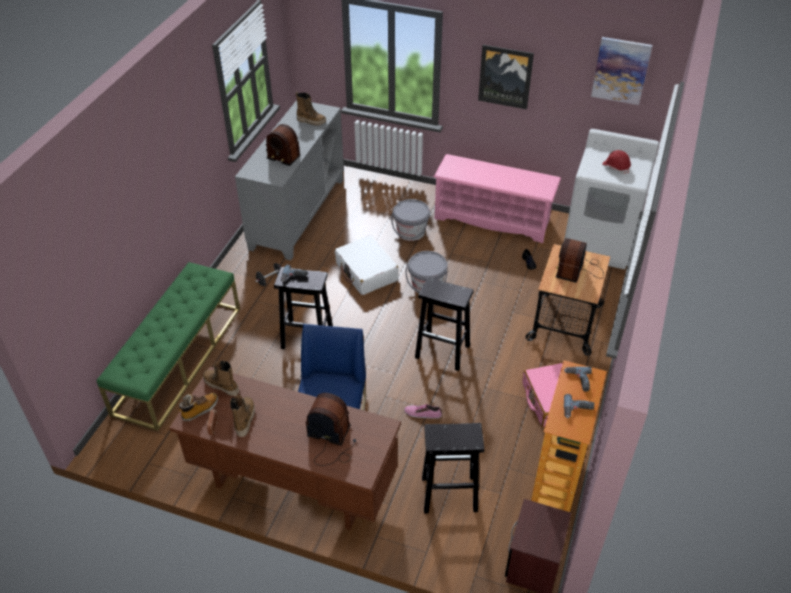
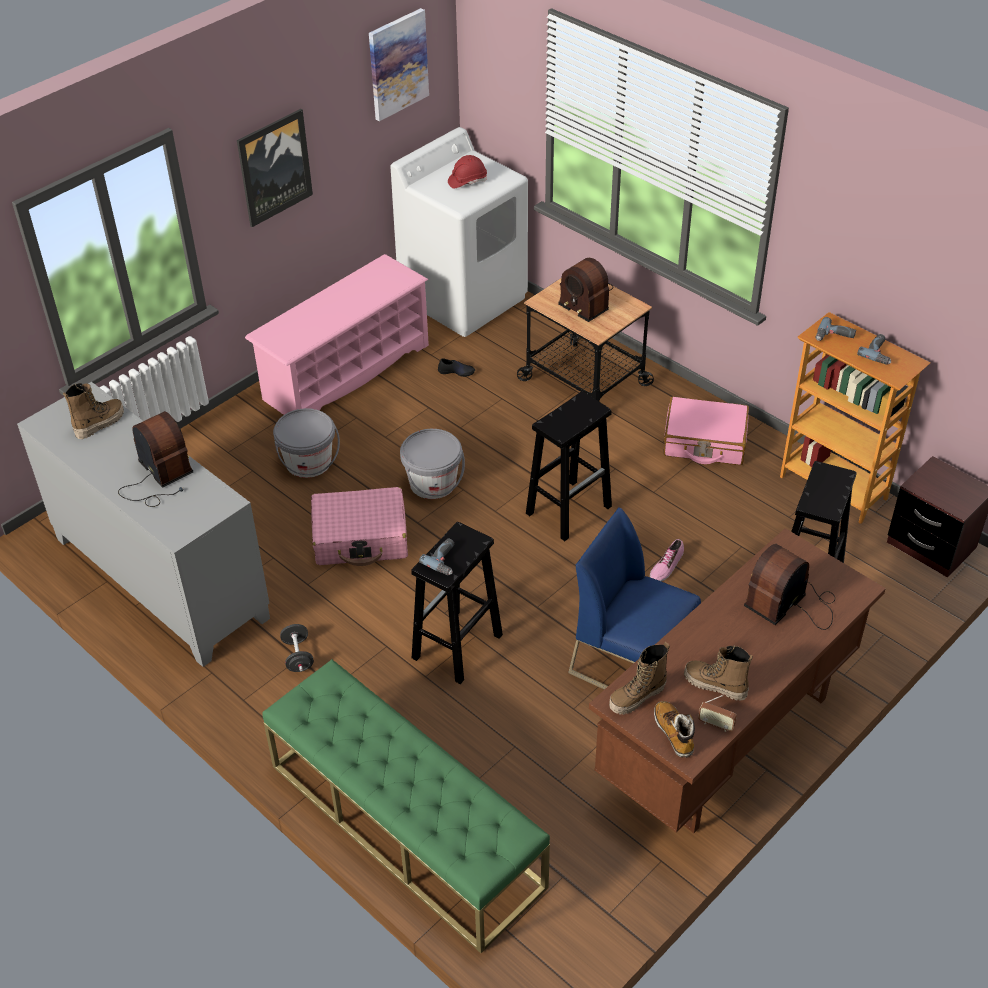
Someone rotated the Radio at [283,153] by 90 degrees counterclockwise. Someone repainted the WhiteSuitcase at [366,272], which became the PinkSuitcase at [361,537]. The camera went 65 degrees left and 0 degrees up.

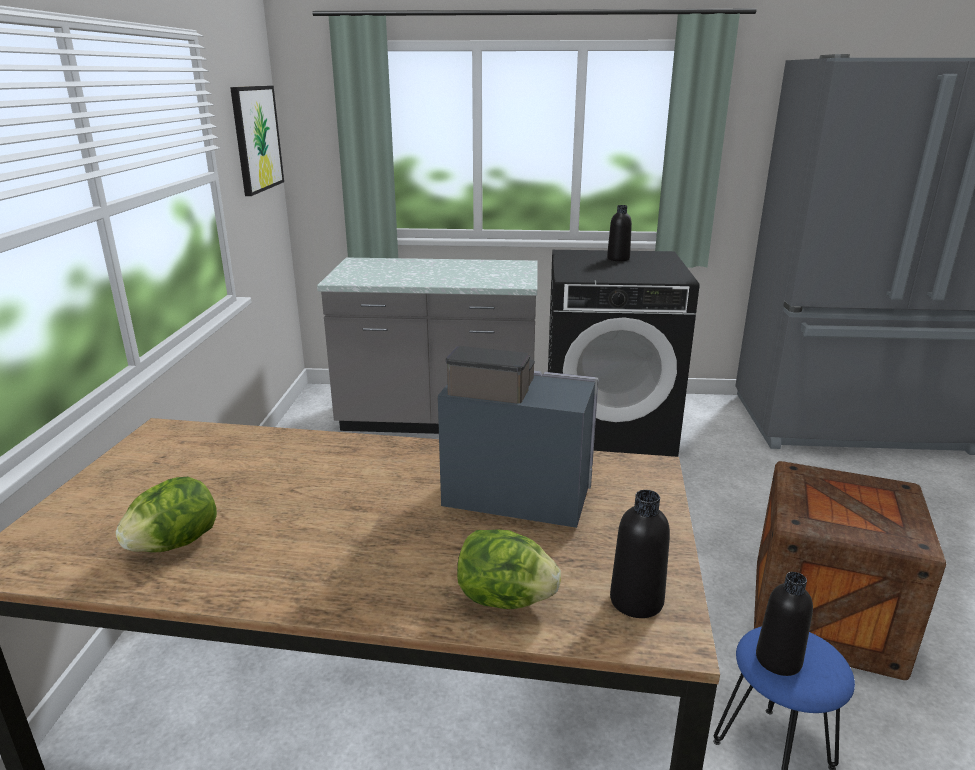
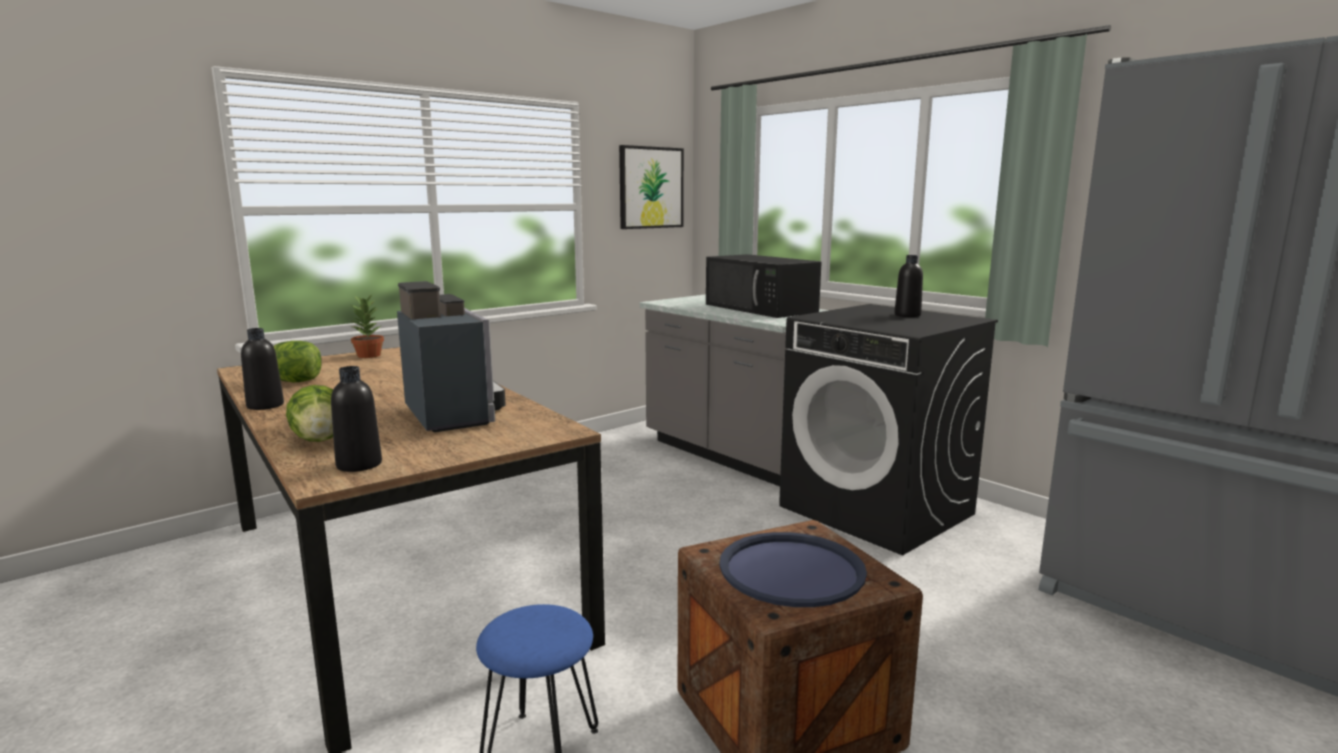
Someone carried the BlackBottle from [778,660] to [265,405]. Someone put down the BlackMicrowave at [761,308]. Someone put down the PottedPlant at [369,356]. Someone put down the BlueTray at [791,570]. The camera went 45 degrees right and 10 degrees down.

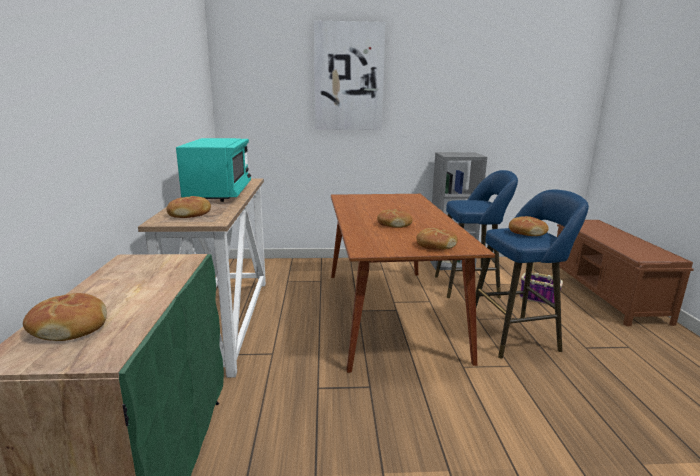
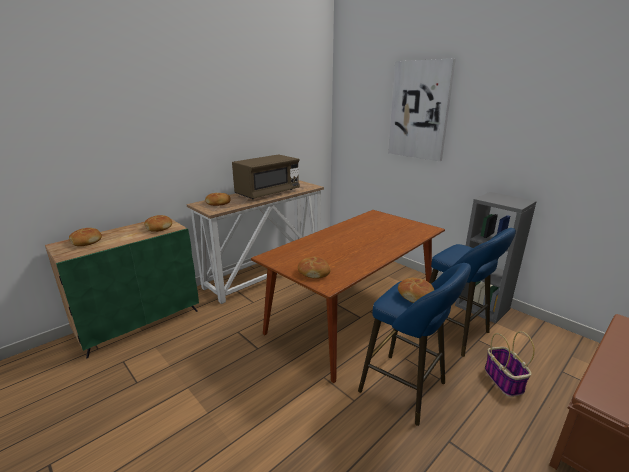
Someone repainted the TurquoiseMicrowave at [219,193], which became the BrownMicrowave at [267,193]. Someone carried the Bread from [394,224] to [159,227]. The camera went 50 degrees right and 5 degrees up.

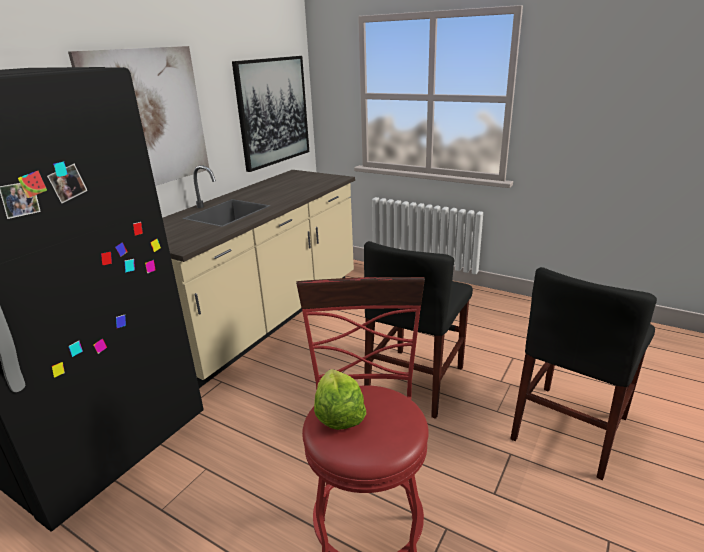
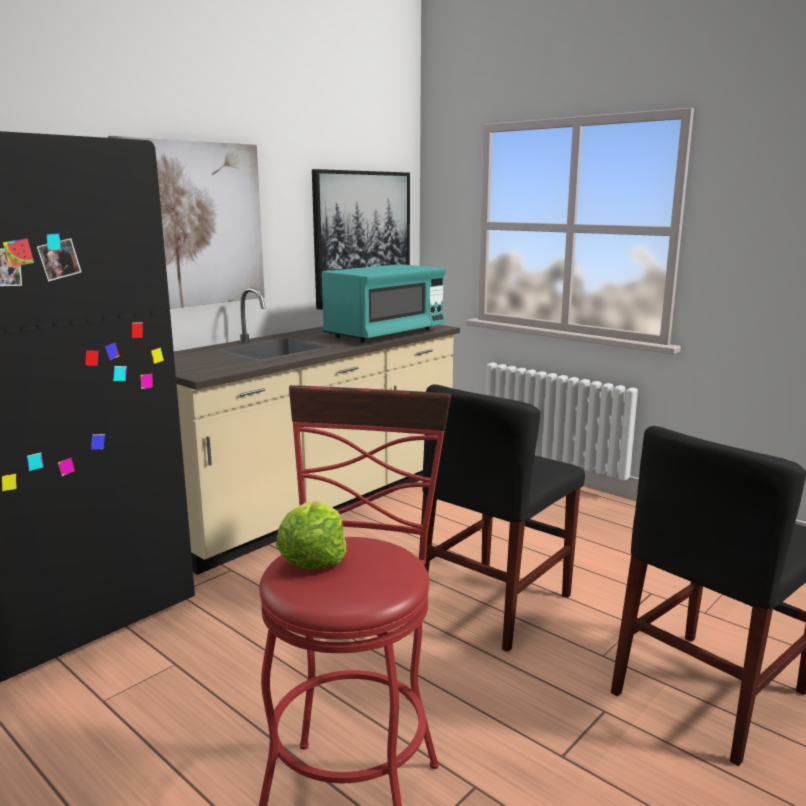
Someone put down the TurquoiseMicrowave at [385,334]. The camera went 10 degrees right and 10 degrees down.

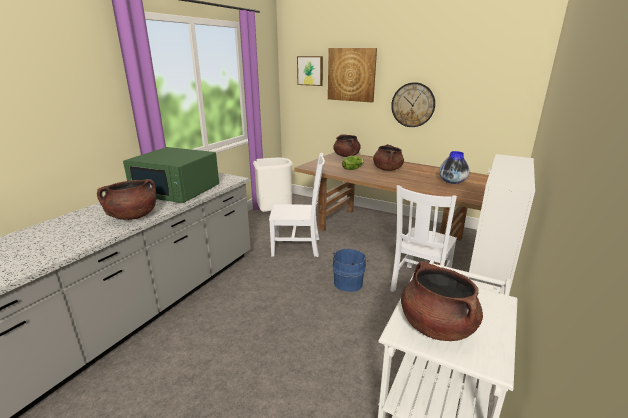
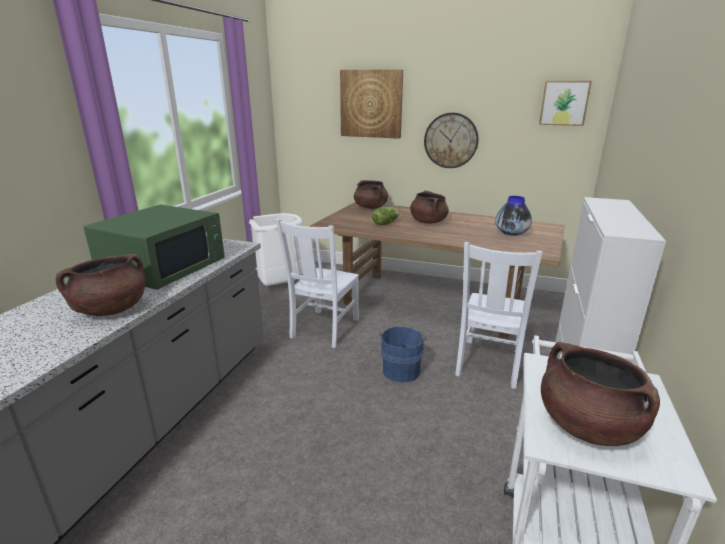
Someone carried the Picture from [310,70] to [564,103]. Someone rotated the GreenMicrowave at [177,190] by 75 degrees counterclockwise. Someone rotated the WhiteChair at [298,247] by 120 degrees clockwise. The camera went 10 degrees left and 0 degrees up.

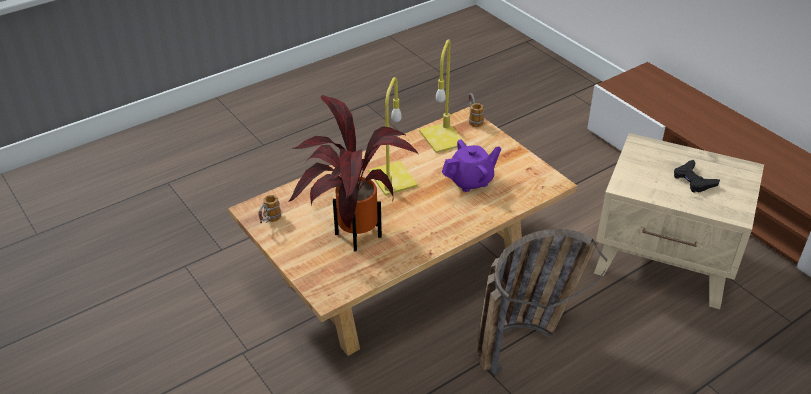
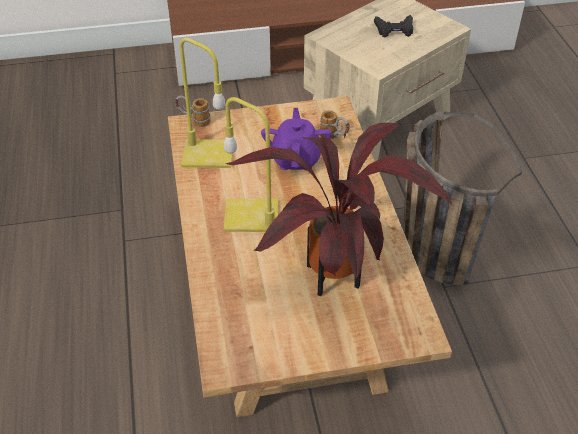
Someone carried the Mug from [269,221] to [334,138]. The camera went 65 degrees left and 5 degrees up.

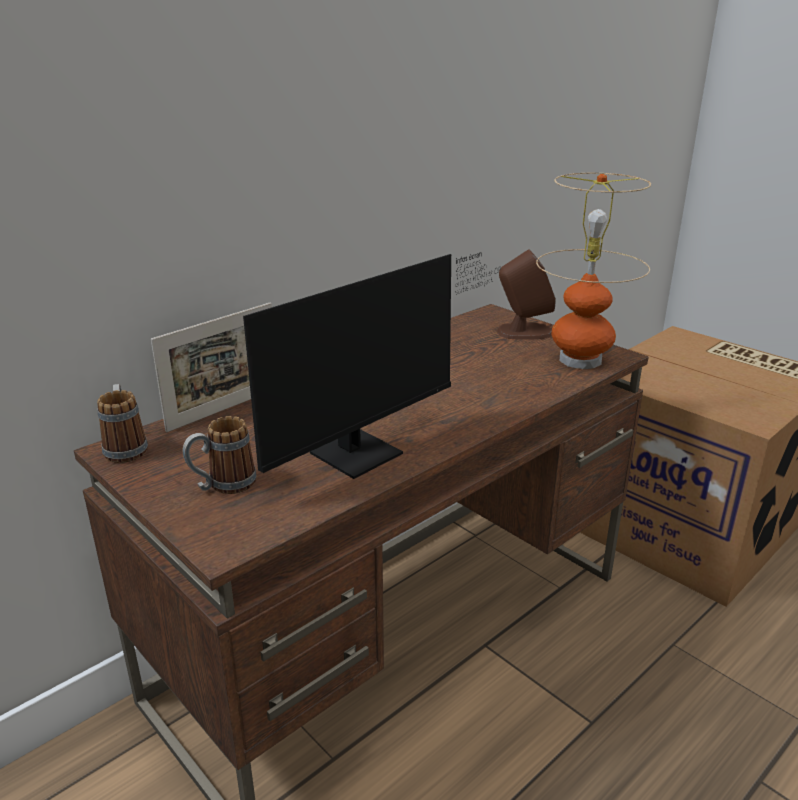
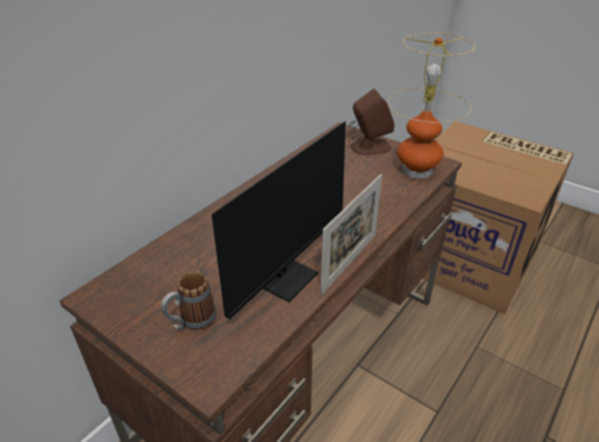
Someone carried the PictureFrame from [225,409] to [349,262]. Someone took away the Mug at [126,447]. The camera went 10 degrees left and 10 degrees up.

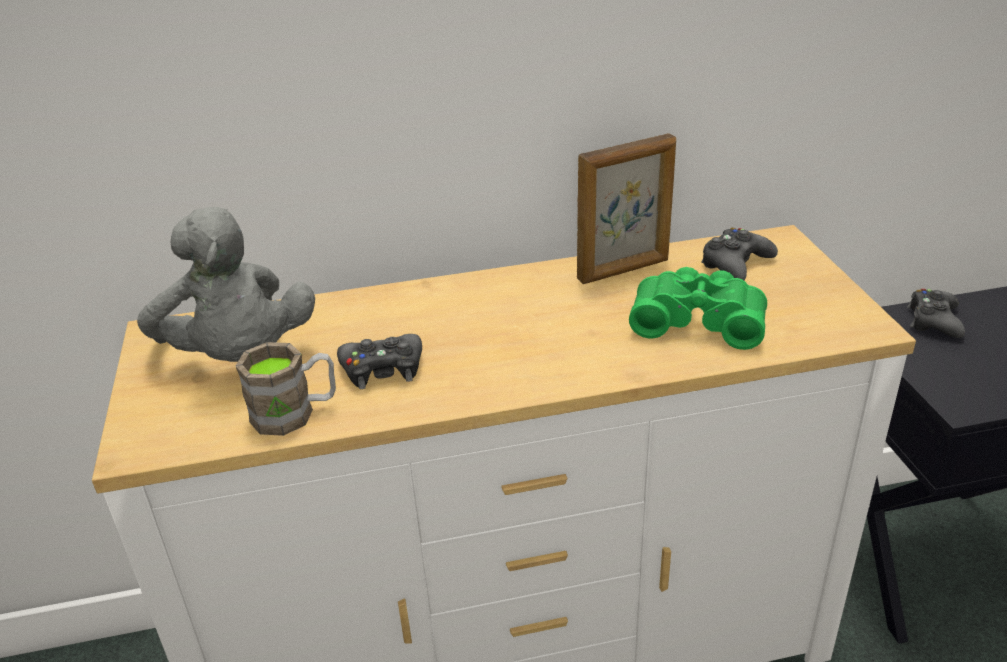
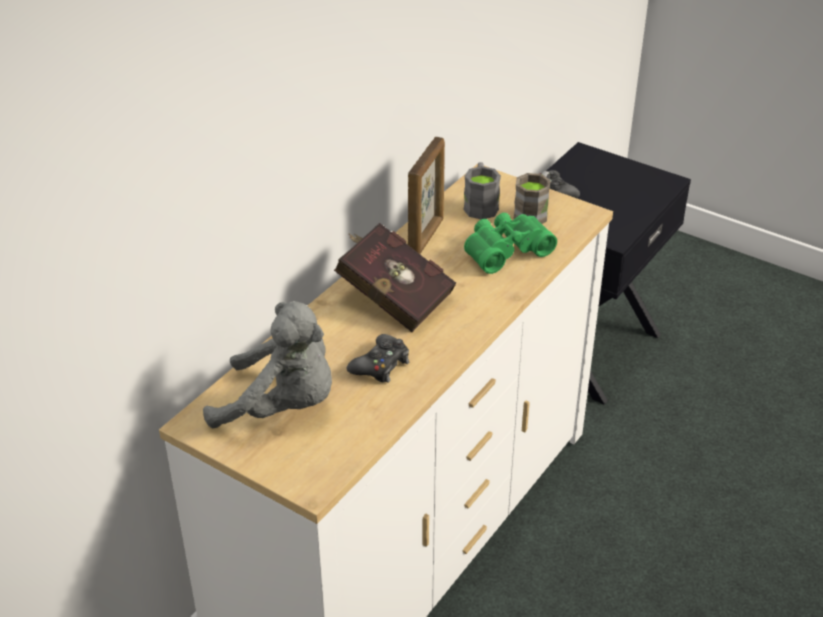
Someone swapped the BlackGameController at [735,264] for the GreyMug at [480,204]. Someone carried the BrownMug from [295,413] to [534,212]. Someone put down the RedBook at [392,297]. The camera went 45 degrees left and 5 degrees up.

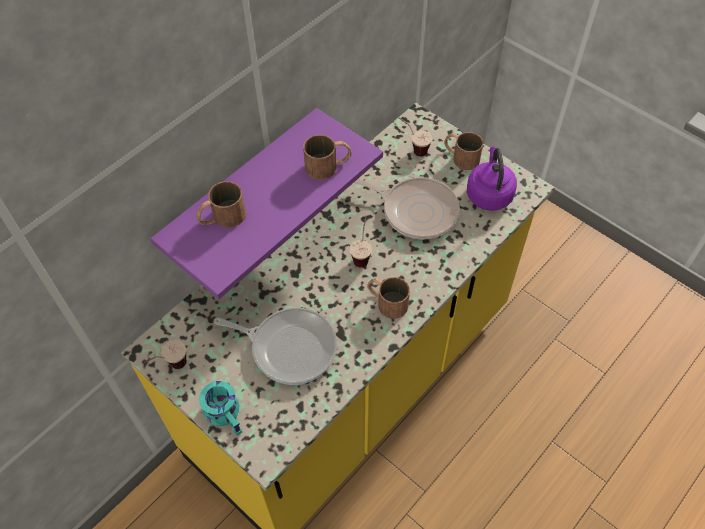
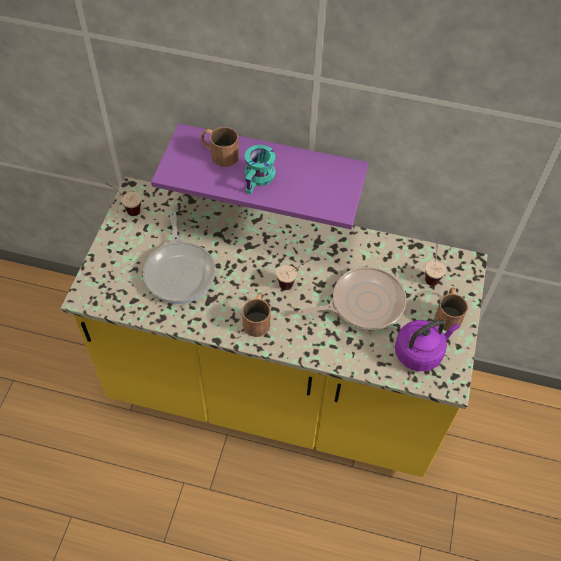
Someone took away the BrownMug at [328,165]. Someone rotated the FryingPan at [416,211] by 105 degrees counterclockwise. Someone carried the TurquoiseMug from [227,413] to [260,179]. The camera went 60 degrees right and 0 degrees up.

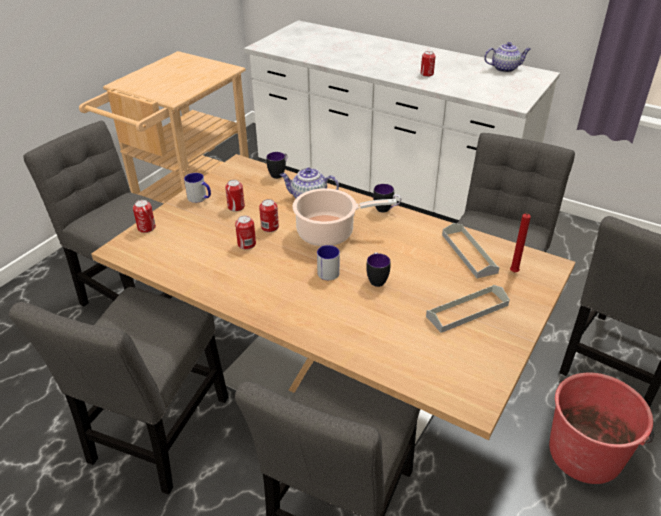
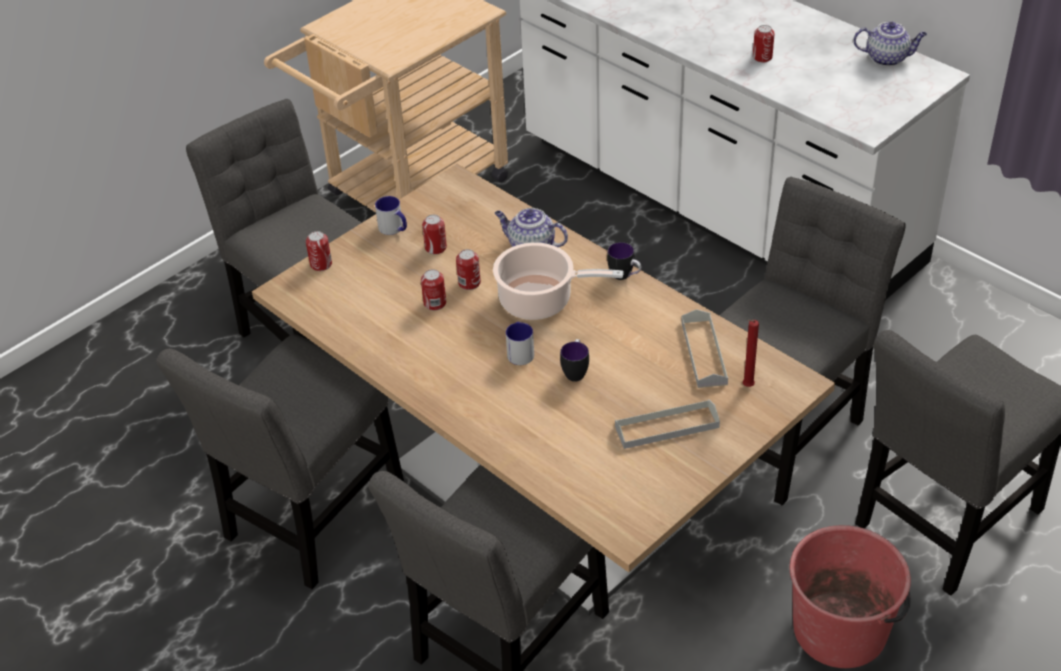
Someone took away the Mug at [279,174]. The camera went 15 degrees right and 5 degrees up.

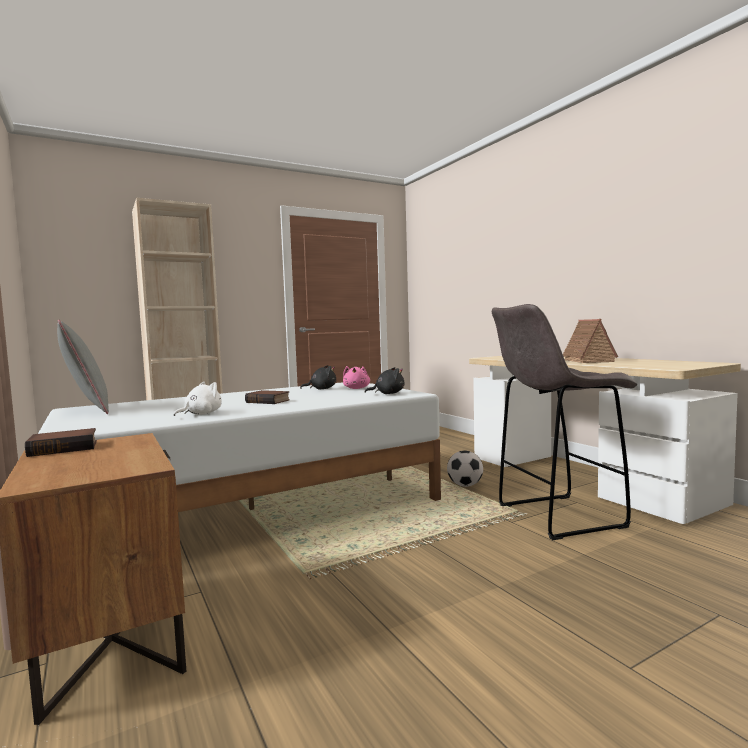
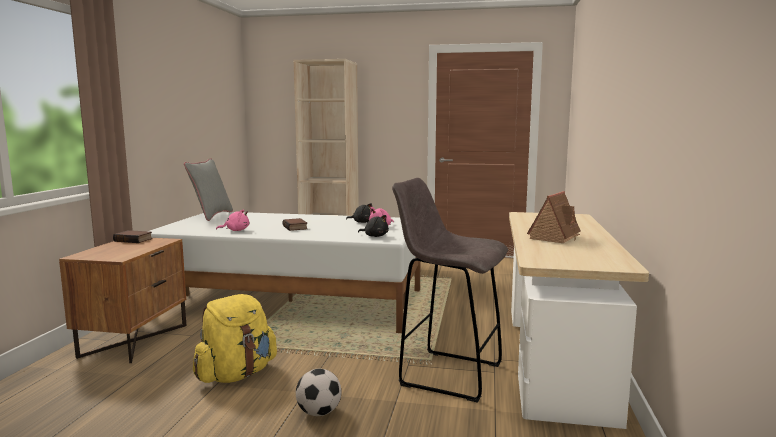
Someone repainted the WhitePlushToy at [201,414], which became the PinkPlushToy at [236,230]. Someone carried the Football from [465,485] to [319,413]. Someone put down the YellowBackpack at [236,374]. The camera went 40 degrees right and 5 degrees up.

